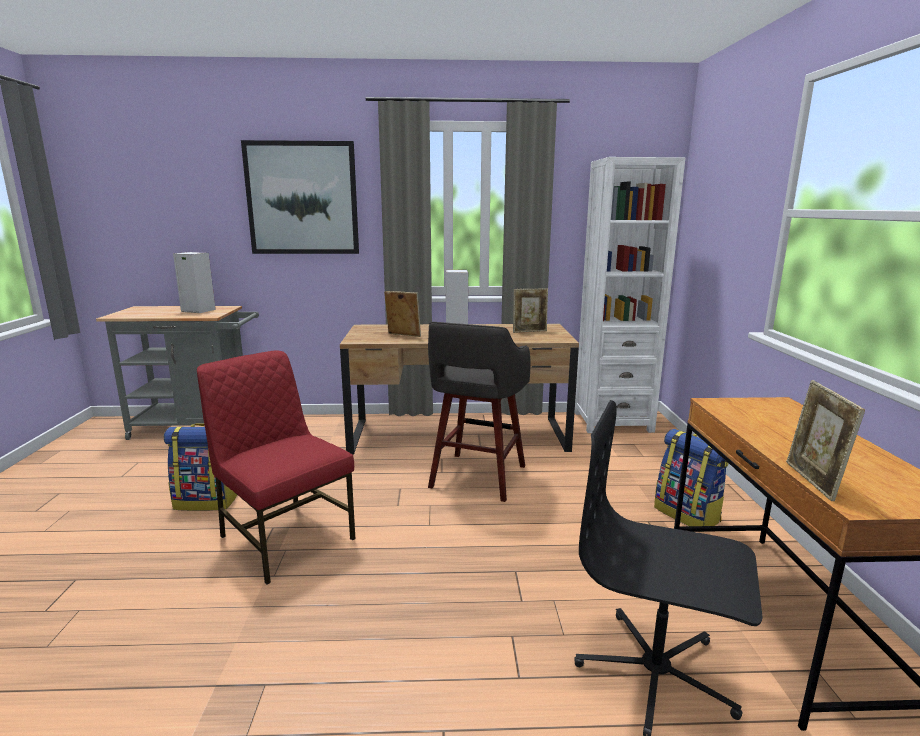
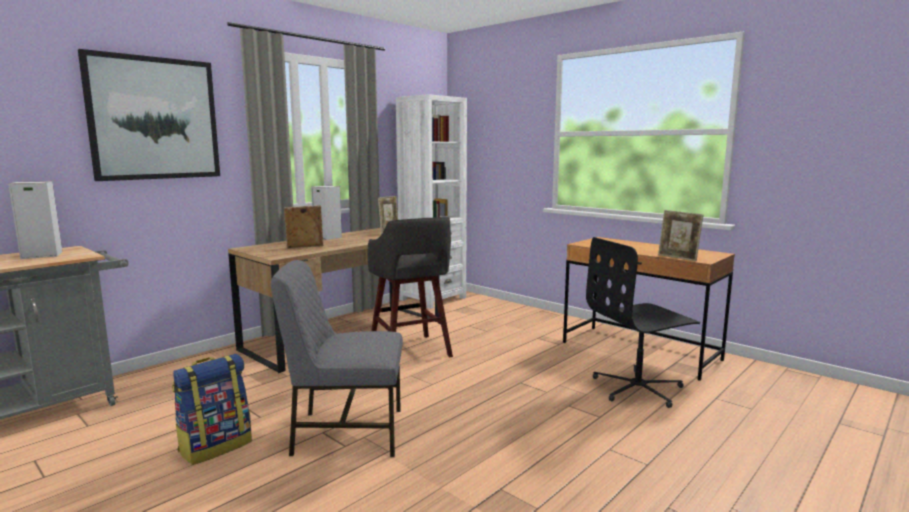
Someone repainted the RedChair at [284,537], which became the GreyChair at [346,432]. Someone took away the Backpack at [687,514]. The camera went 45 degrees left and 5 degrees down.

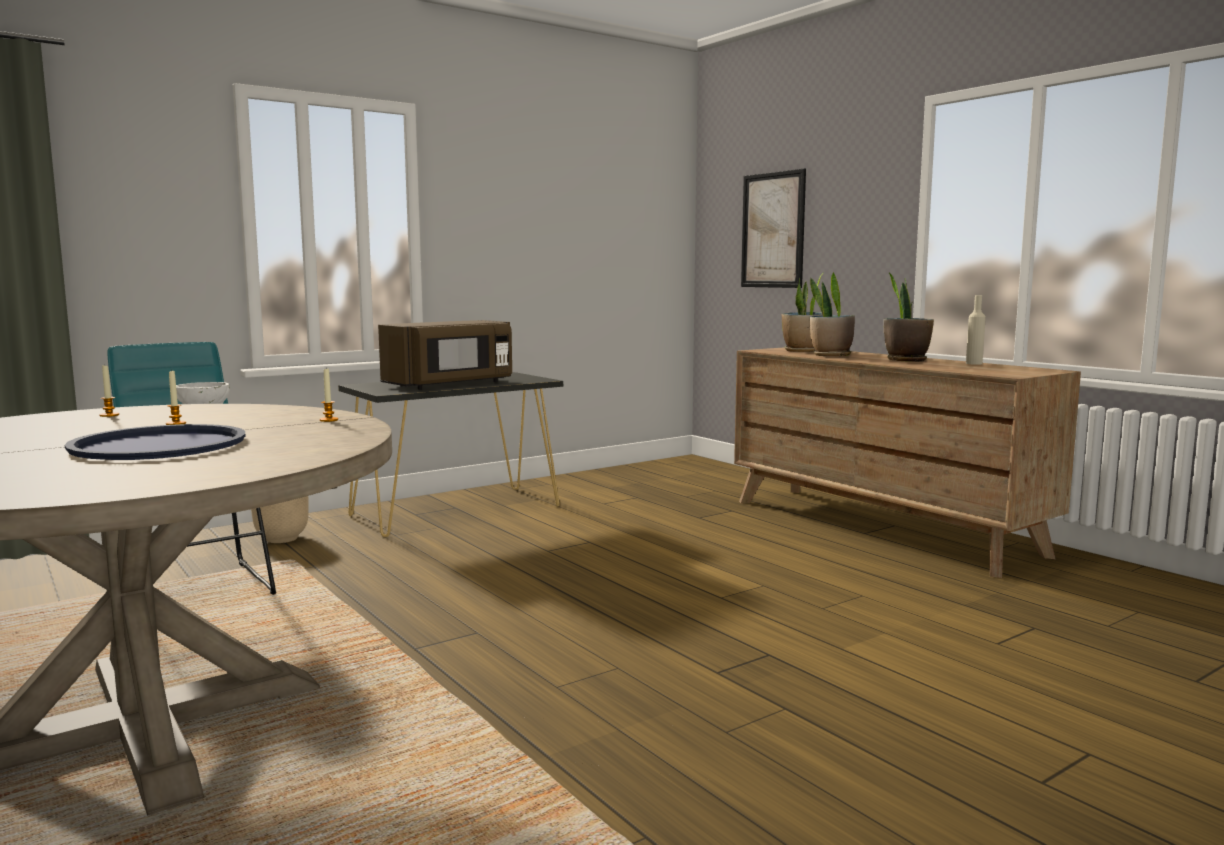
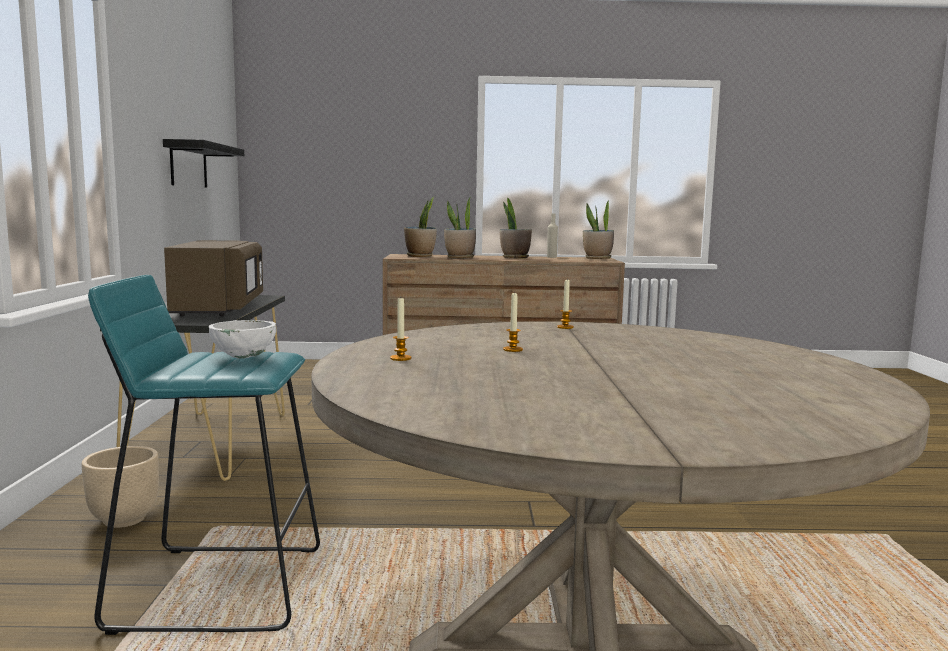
Someone took away the Picture at [773,230]. Someone took away the BlueTray at [159,445]. Someone put up the BlackShelf at [188,165]. Someone put down the PottedPlant at [597,258]. The camera went 55 degrees left and 0 degrees up.

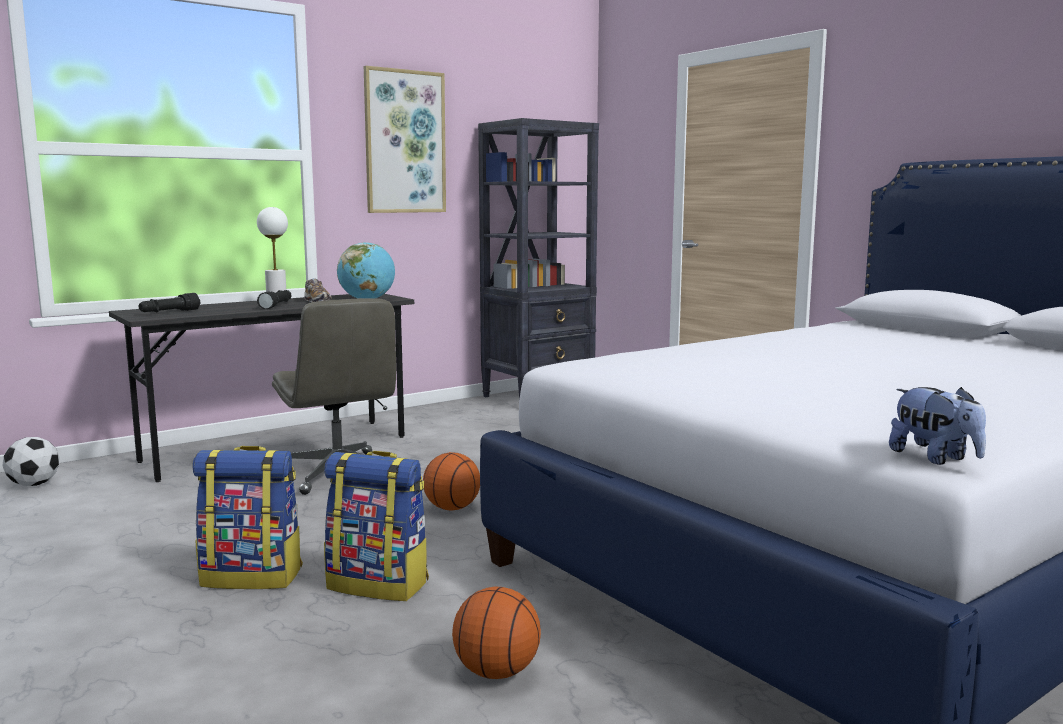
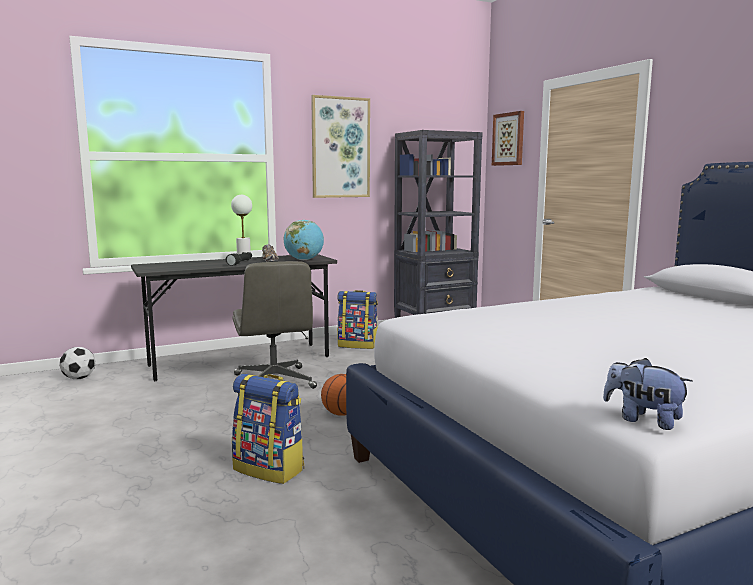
Someone took away the BlackFlashlight at [169,312]. Someone rotated the PlushToy at [935,458] by 150 degrees clockwise. Someone carried the Backpack from [253,576] to [358,345]. Someone took away the Basketball at [496,672]. Someone put up the Picture at [509,139]. The camera went 10 degrees right and 0 degrees up.

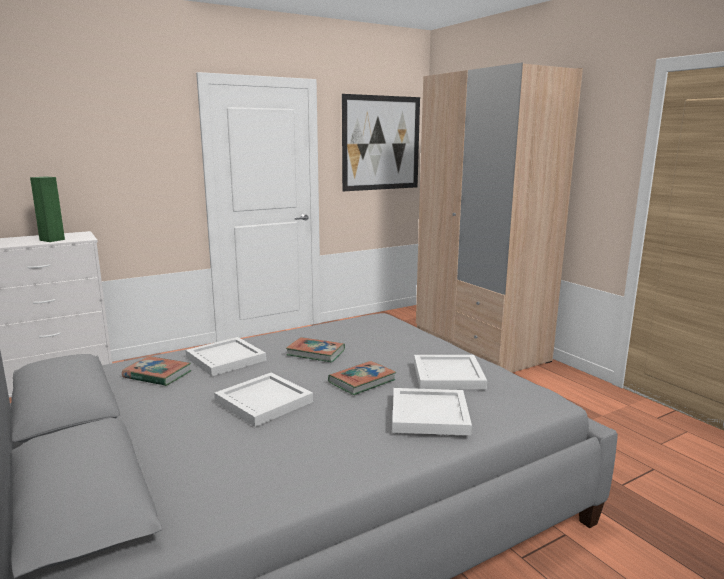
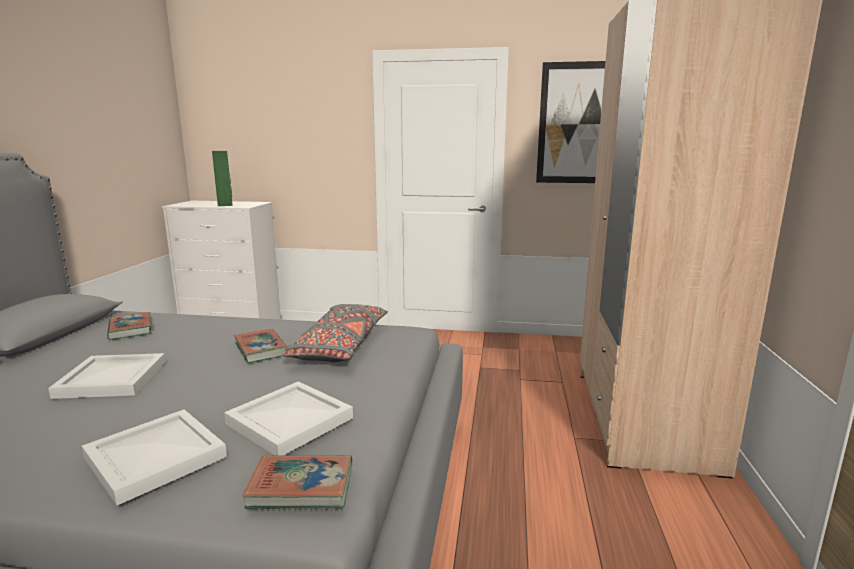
Someone took away the WhiteTray at [226,358]. Someone carried the Book from [362,381] to [301,487]. Someone put down the GreyPillow at [340,346]. The camera went 40 degrees right and 0 degrees up.

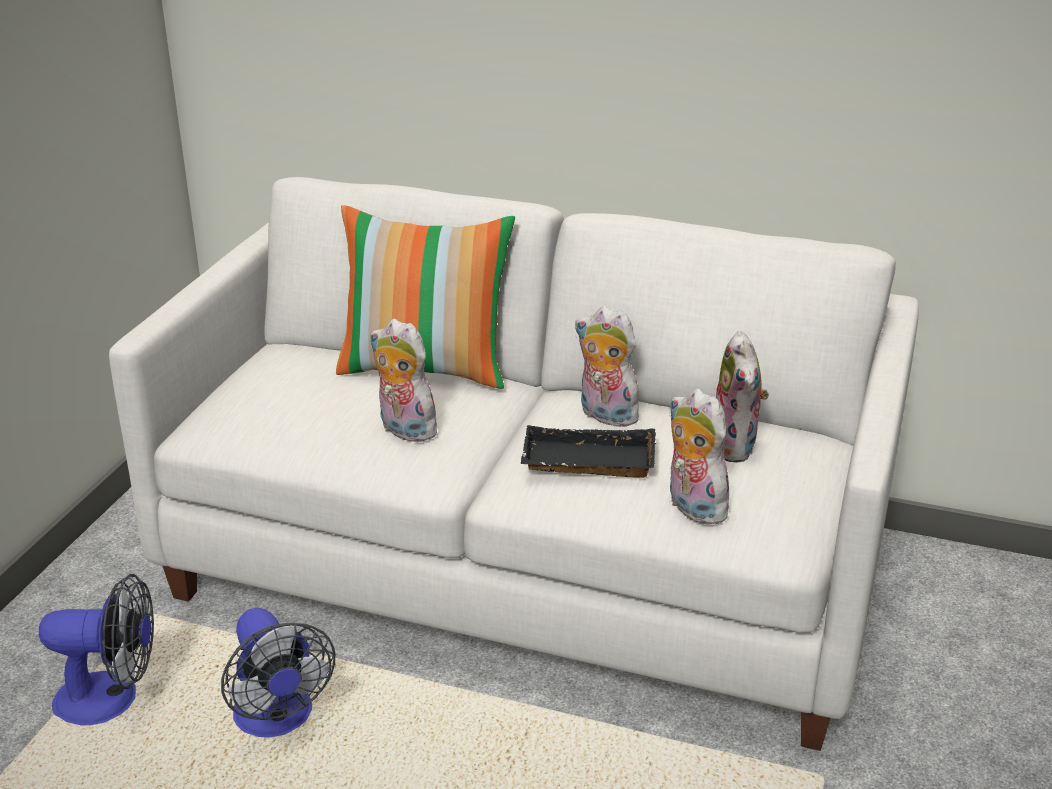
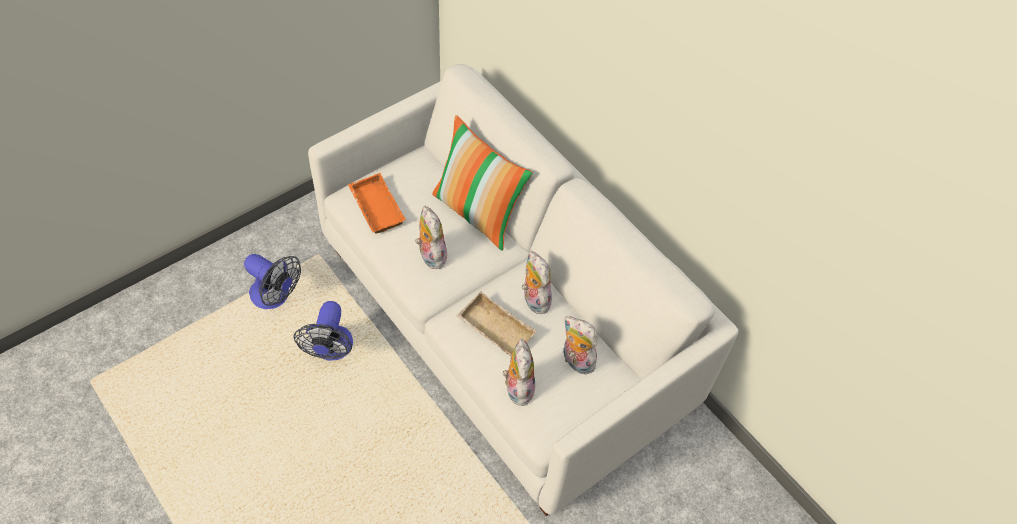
Someone rotated the PlushToy at [735,448] by 105 degrees clockwise. Someone repainted the BlackTray at [586,463], which became the BeigeTray at [493,329]. Someone put down the OrangeTray at [374,207]. The camera went 30 degrees right and 25 degrees up.

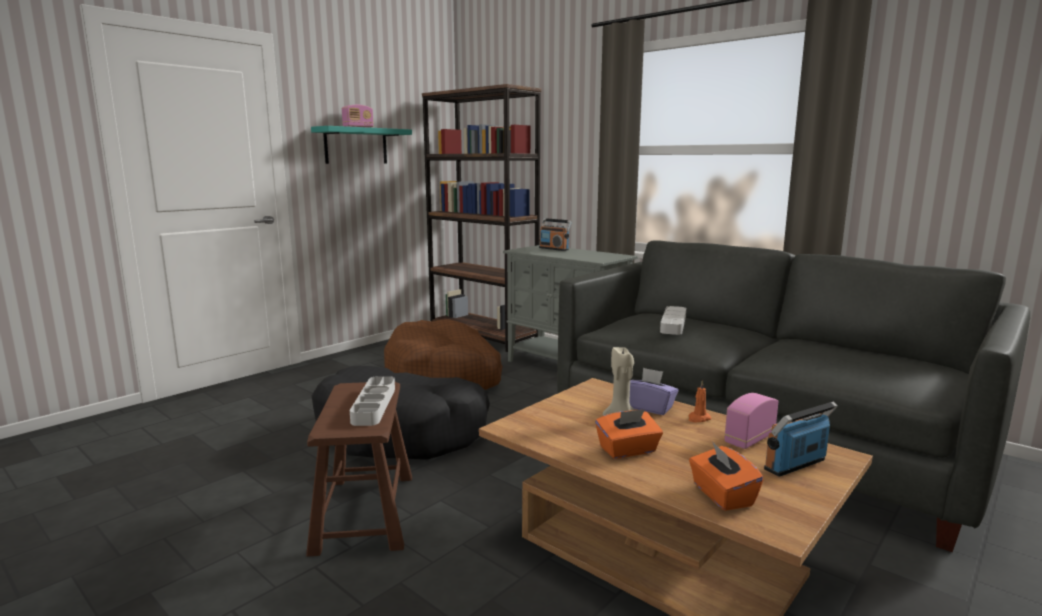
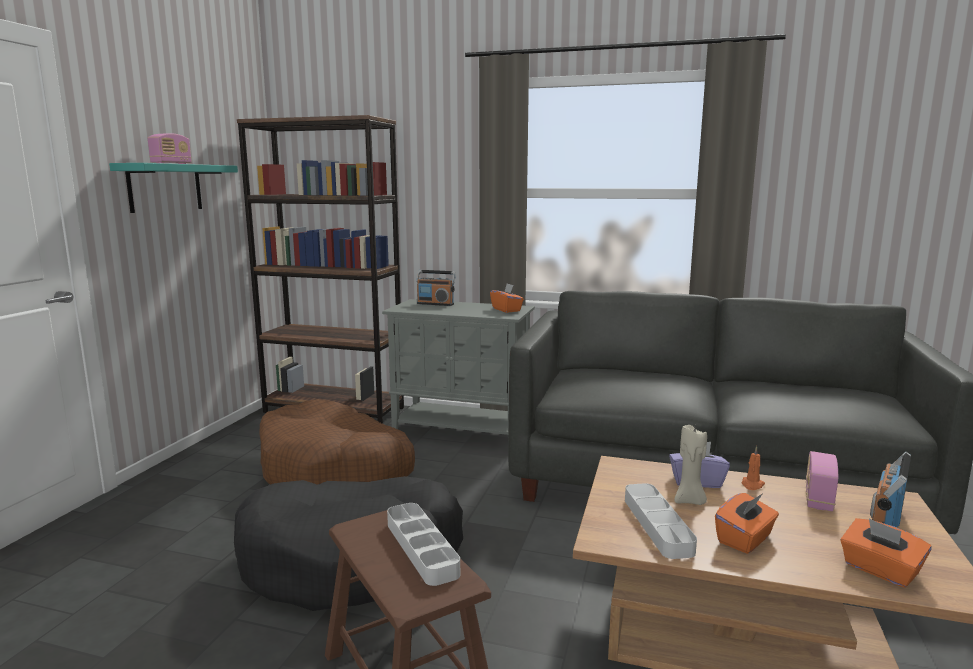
Someone carried the GreyTray from [673,324] to [657,525]. Someone put down the OrangeTissueBox at [506,310]. The camera went 25 degrees left and 0 degrees up.

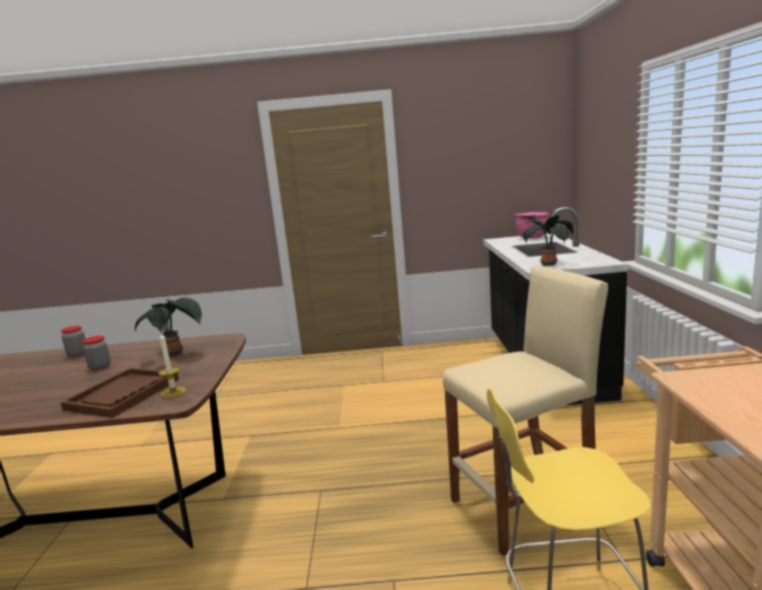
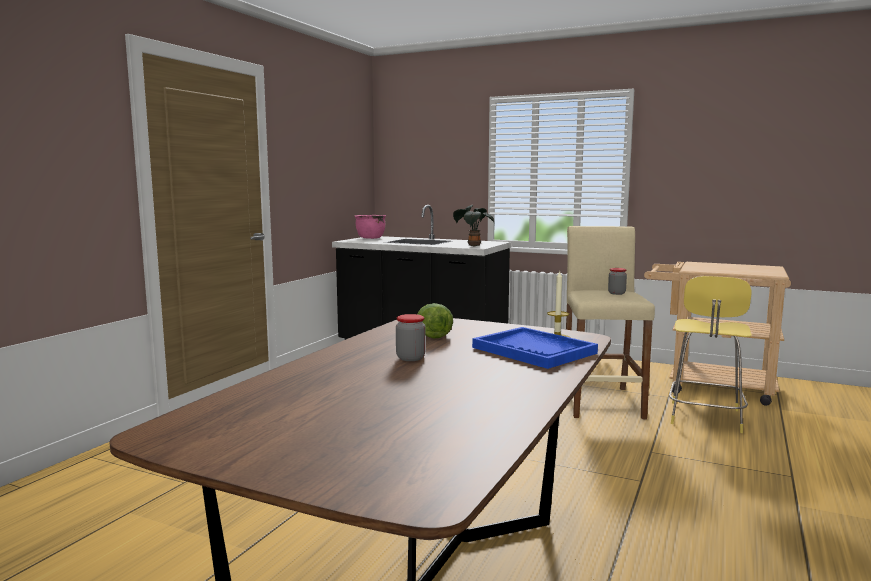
Someone swapped the PottedPlant at [176,354] for the Lettuce at [432,334]. Someone carried the Jar from [77,354] to [616,293]. Someone repainted the BrownTray at [123,394], which became the BlueTray at [534,350]. The camera went 65 degrees left and 5 degrees down.

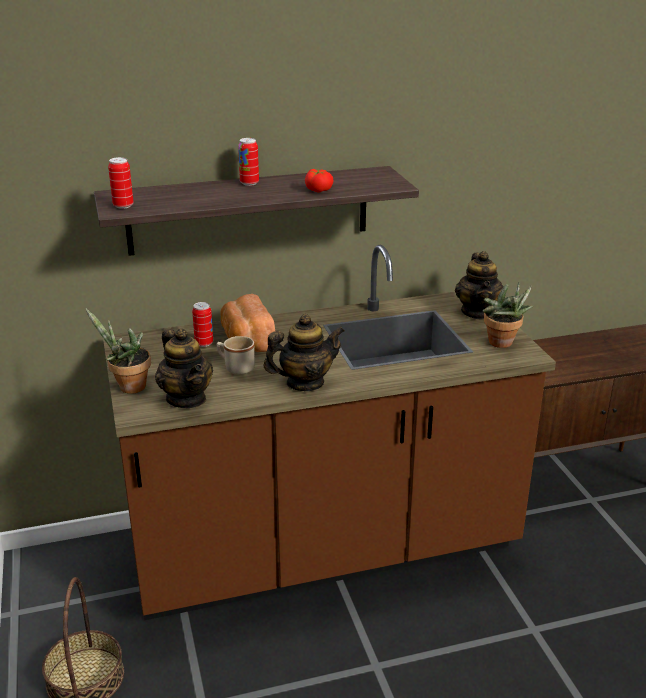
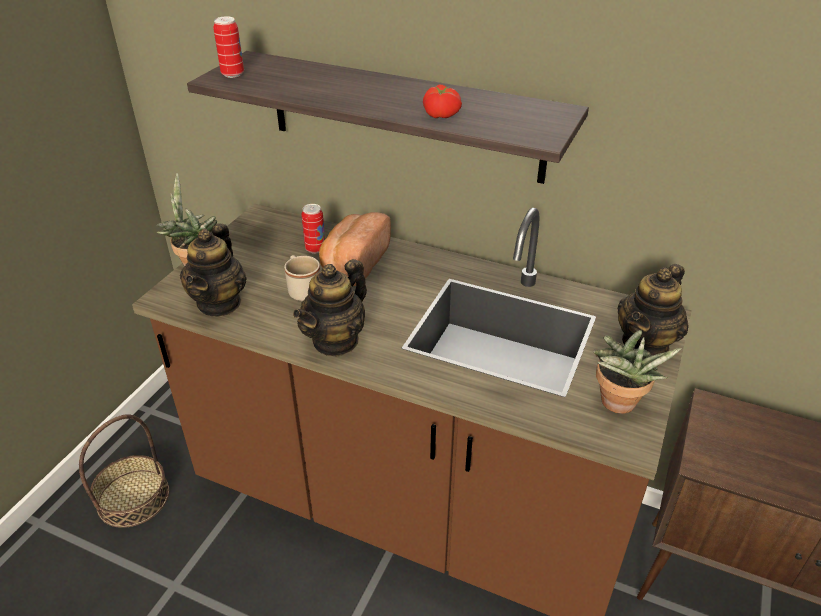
Someone took away the Can at [249,183]. Someone rotated the Teapot at [305,383] by 105 degrees clockwise. The camera went 40 degrees right and 10 degrees up.

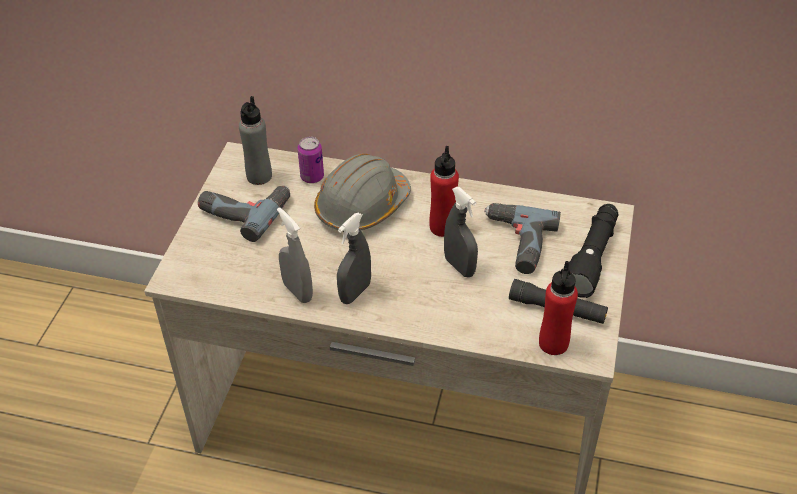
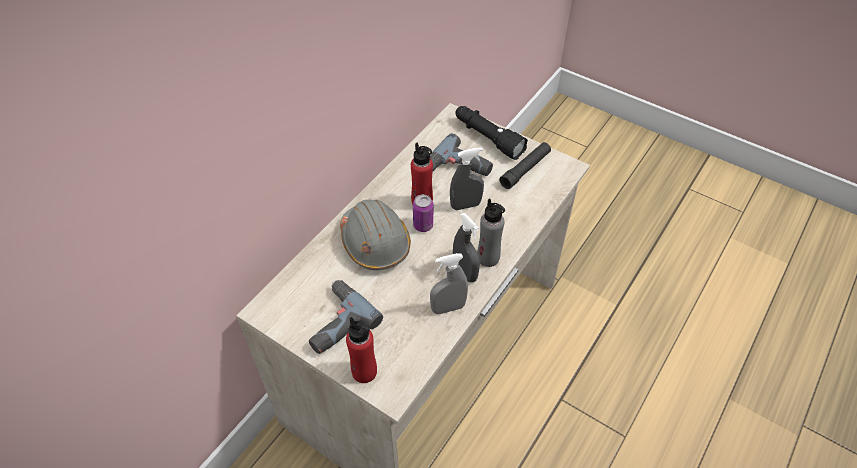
Someone carried the GreyBottle from [259,176] to [488,258]. Someone carried the Can from [312,177] to [423,225]. Someone carried the RedBottle from [553,343] to [364,372]. The camera went 70 degrees left and 5 degrees up.

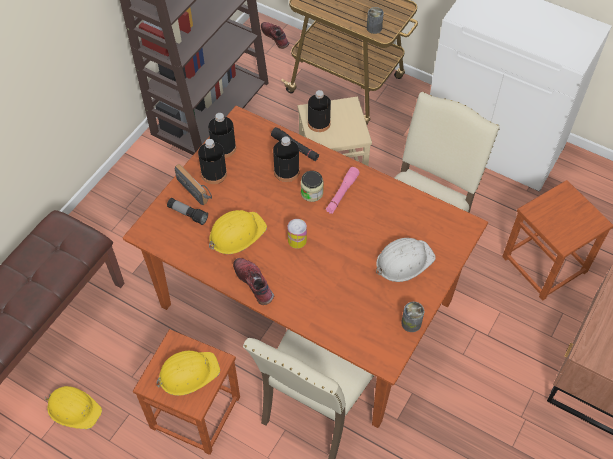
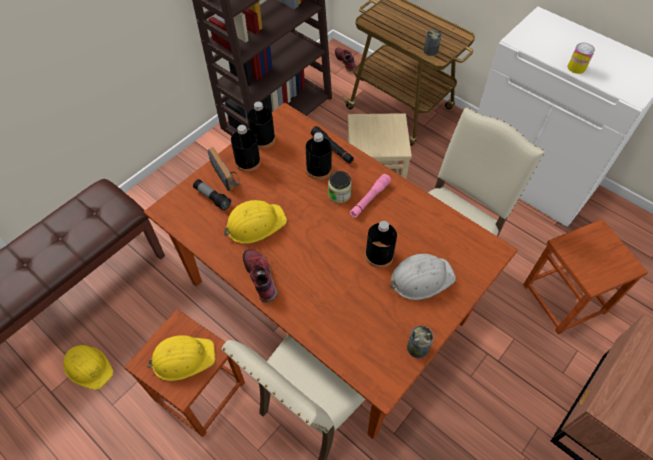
Someone carried the BlackBottle from [319,123] to [379,255]. Someone carried the Can from [297,240] to [576,67]. The camera went 10 degrees right and 0 degrees up.

